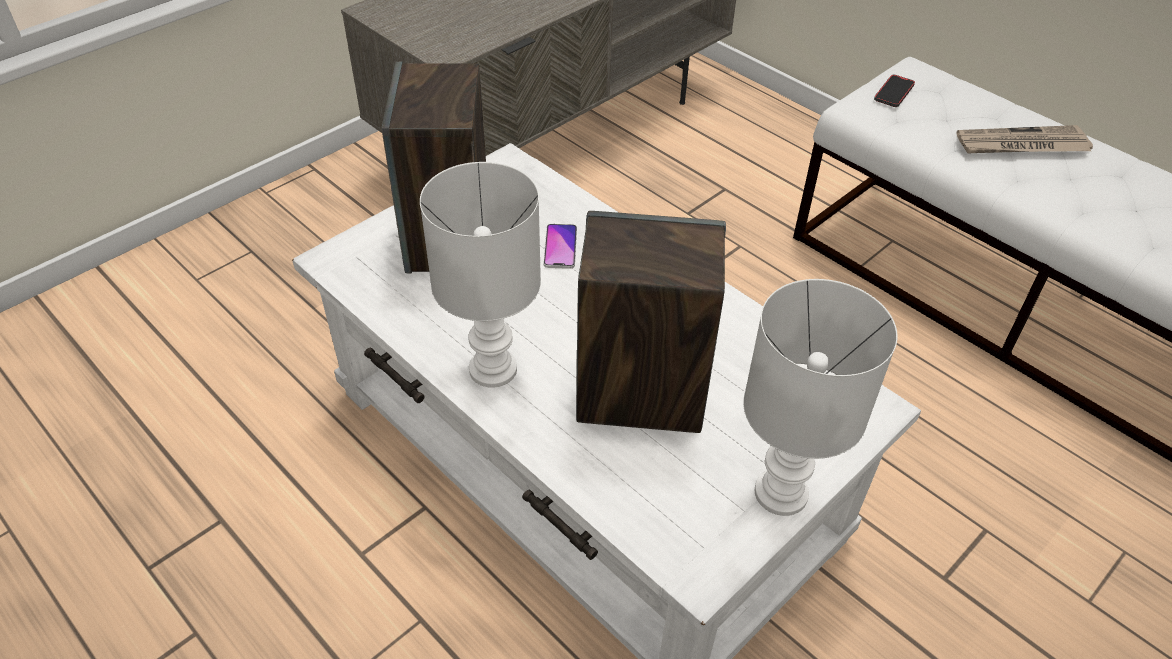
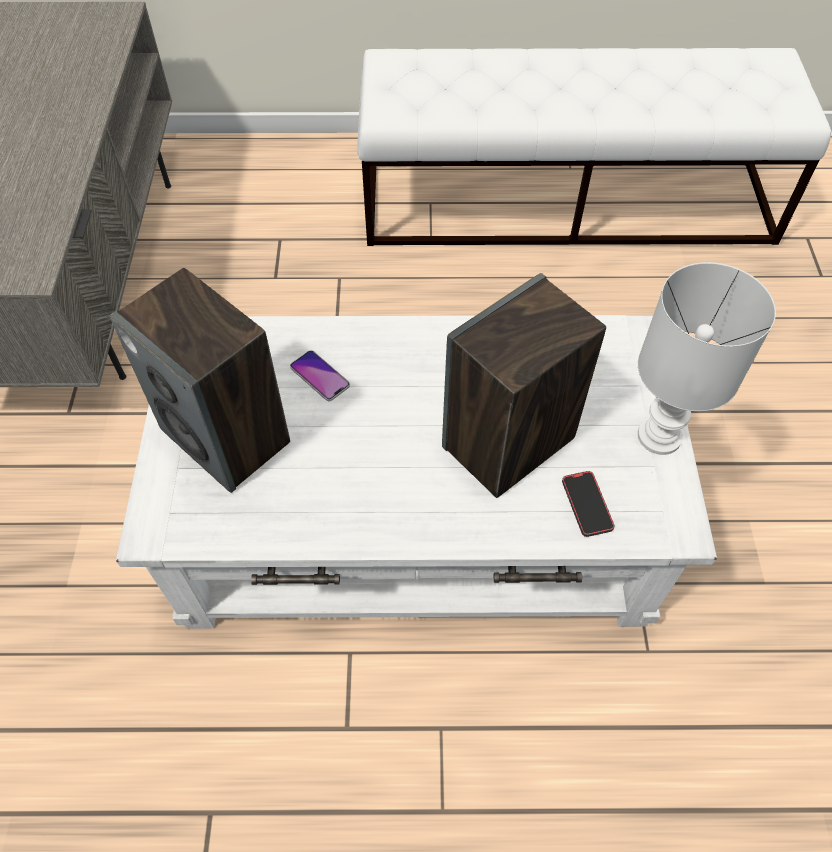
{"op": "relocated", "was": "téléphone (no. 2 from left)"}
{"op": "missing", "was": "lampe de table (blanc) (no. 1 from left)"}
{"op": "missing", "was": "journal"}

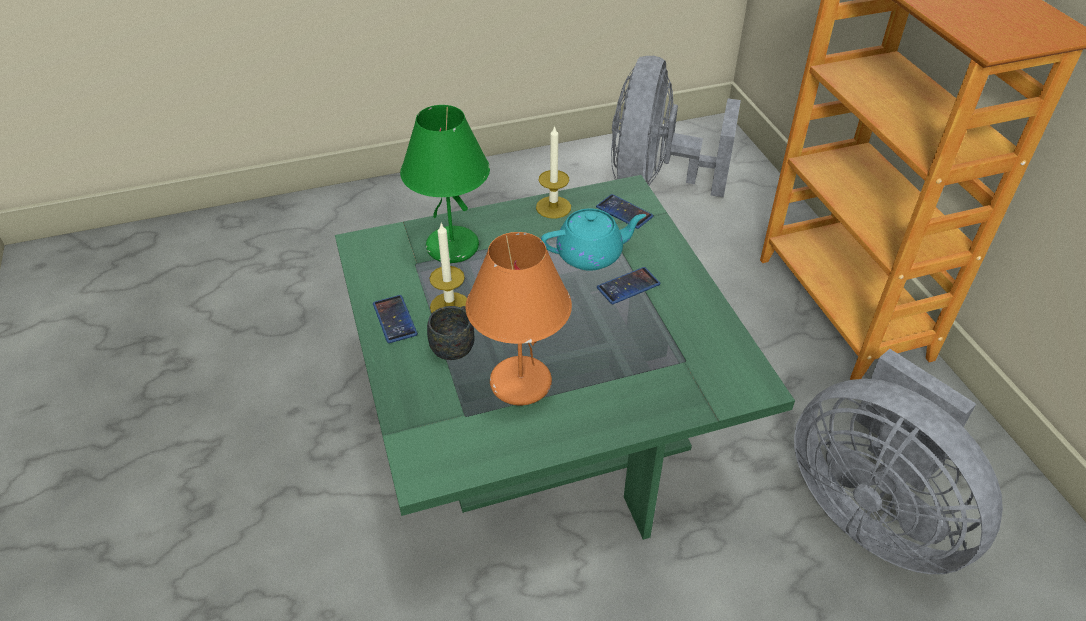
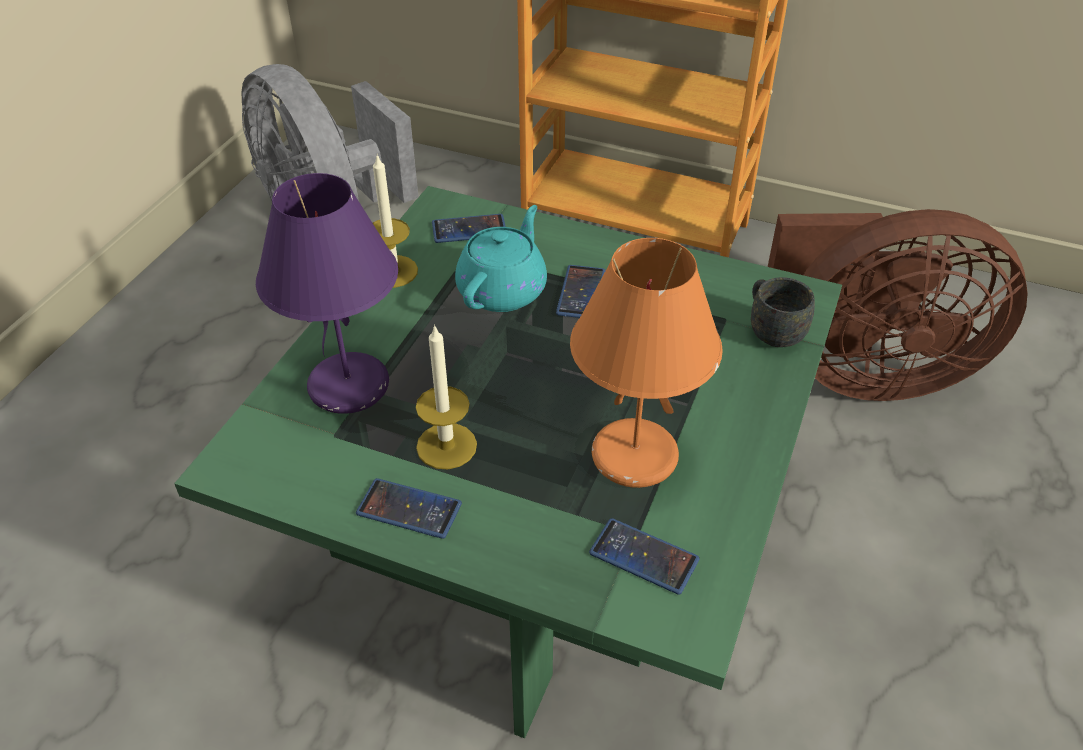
{"op": "colour", "was": "lampe de table (vert)", "now": "lampe de table (violet)"}
{"op": "appeared", "now": "téléphone (no. 4 from left)"}
{"op": "relocated", "was": "mug (gris)"}
{"op": "colour", "was": "ventilateur (gris) (no. 2 from left)", "now": "ventilateur (marron)"}

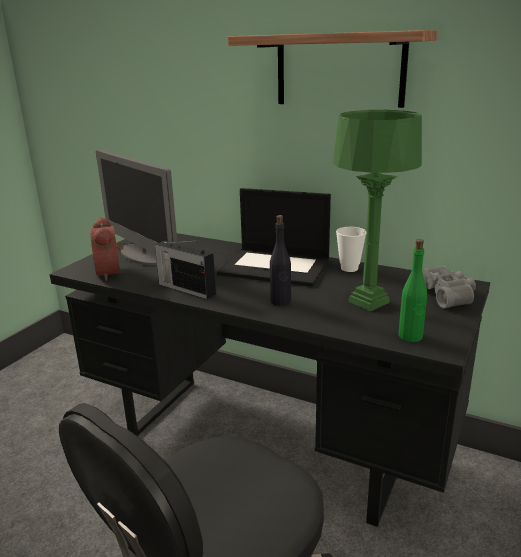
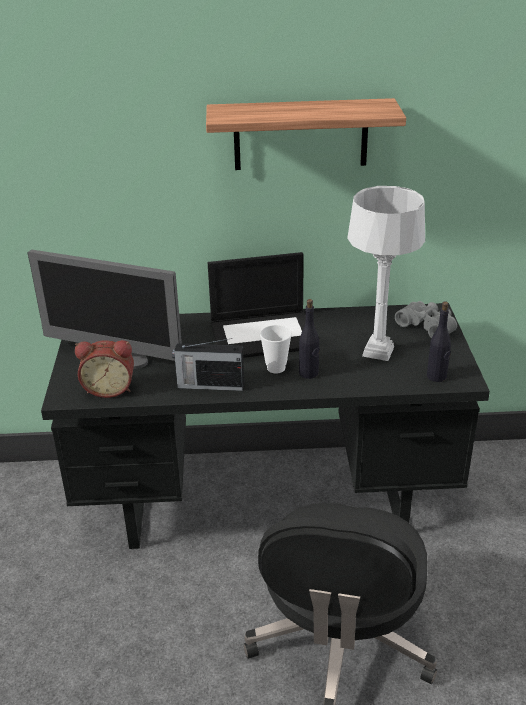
{"op": "spun", "was": "réveil", "clockwise": -45}
{"op": "relocated", "was": "tasse"}
{"op": "colour", "was": "lampe de table (vert)", "now": "lampe de table (gris)"}
{"op": "colour", "was": "bouteille (vert)", "now": "bouteille (noir) (no. 2 from left)"}

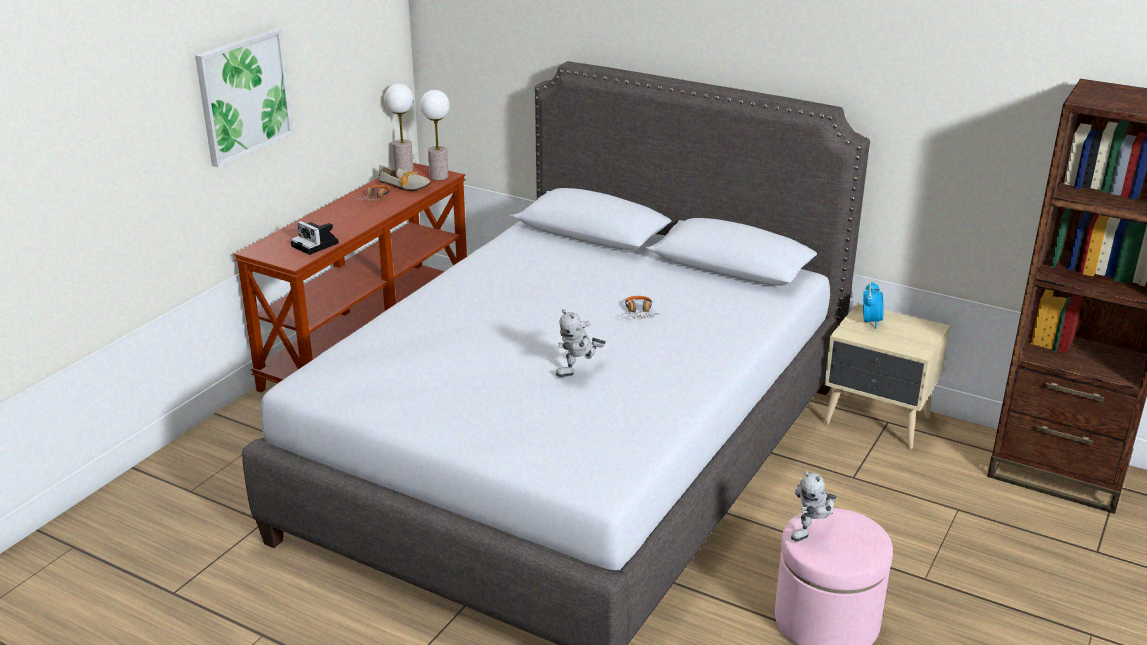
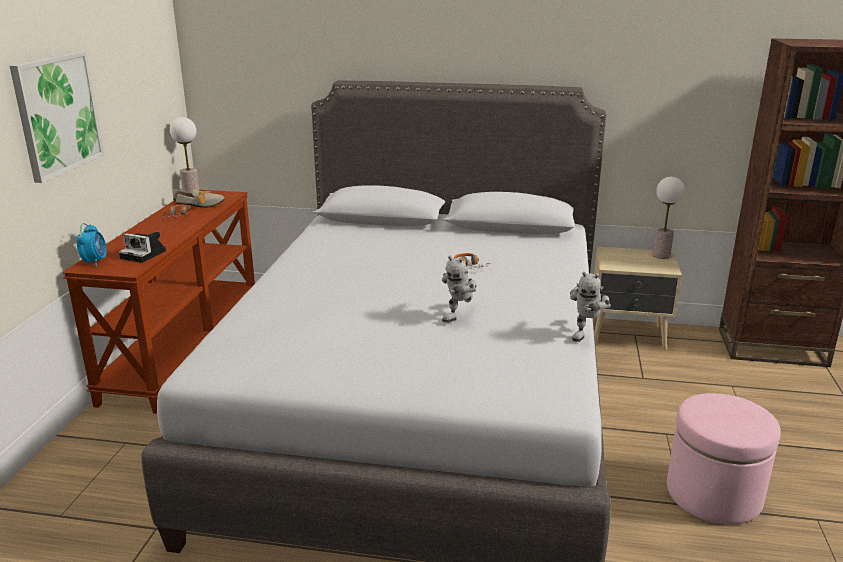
{"op": "relocated", "was": "réveil"}
{"op": "relocated", "was": "robot jouet (no. 2 from left)"}
{"op": "relocated", "was": "lampe de table (no. 2 from left)"}

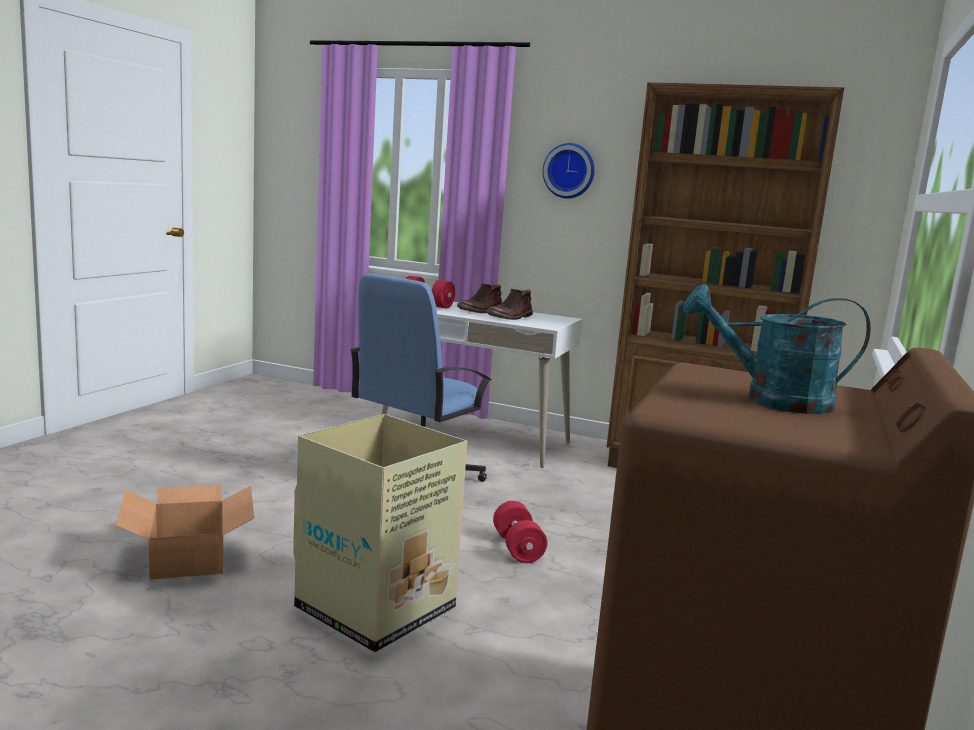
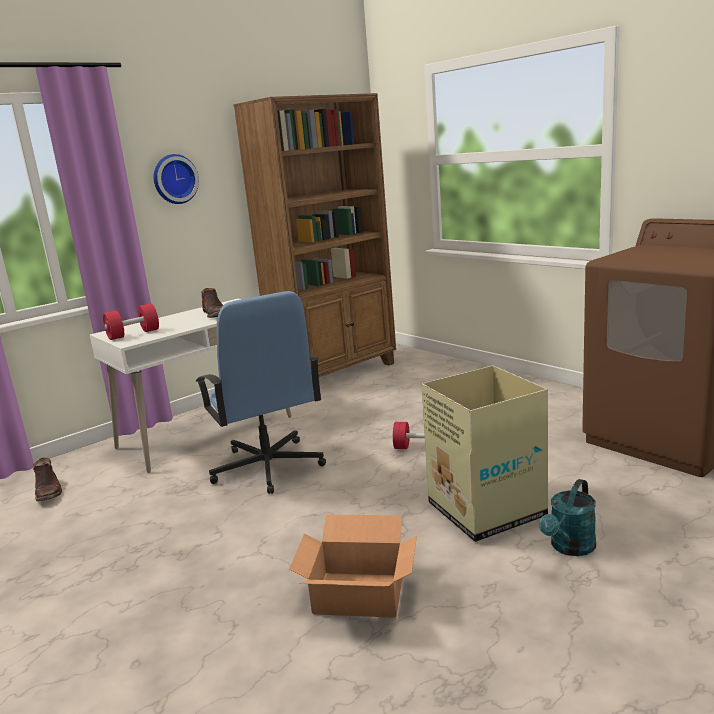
{"op": "relocated", "was": "botte (marron) (no. 1 from left)"}
{"op": "relocated", "was": "arrosoir (turquoise)"}

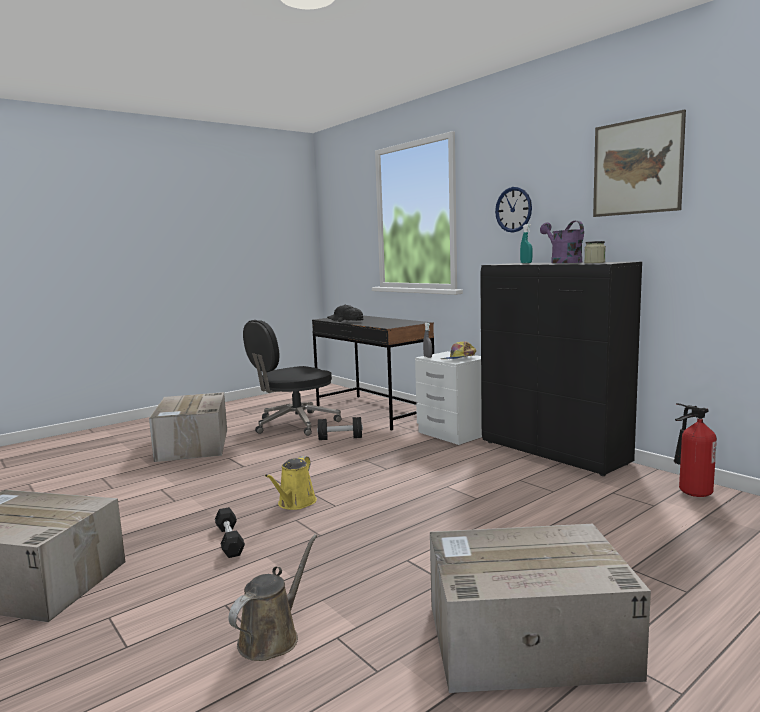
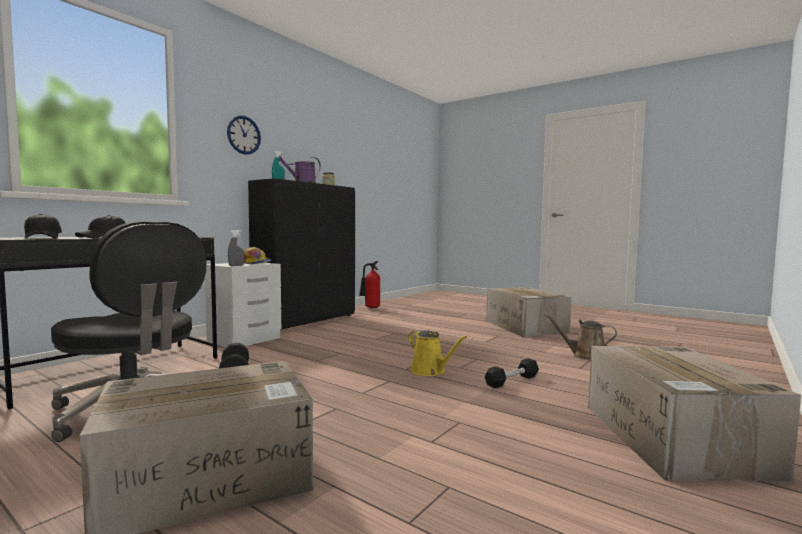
{"op": "spun", "was": "arrosoir (jaune)", "clockwise": 45}
{"op": "missing", "was": "tableau"}

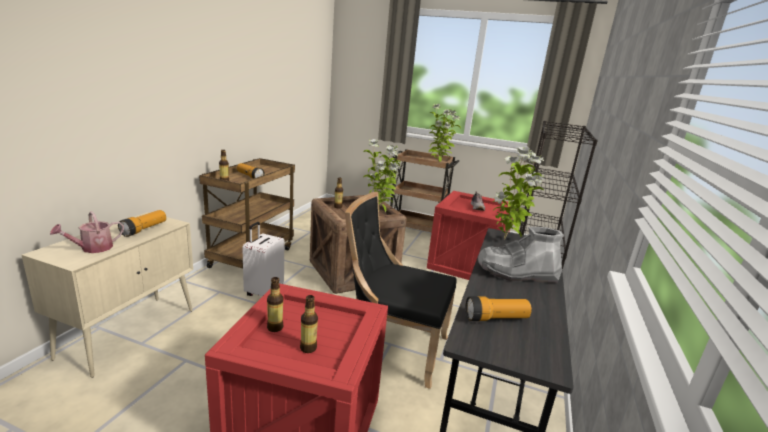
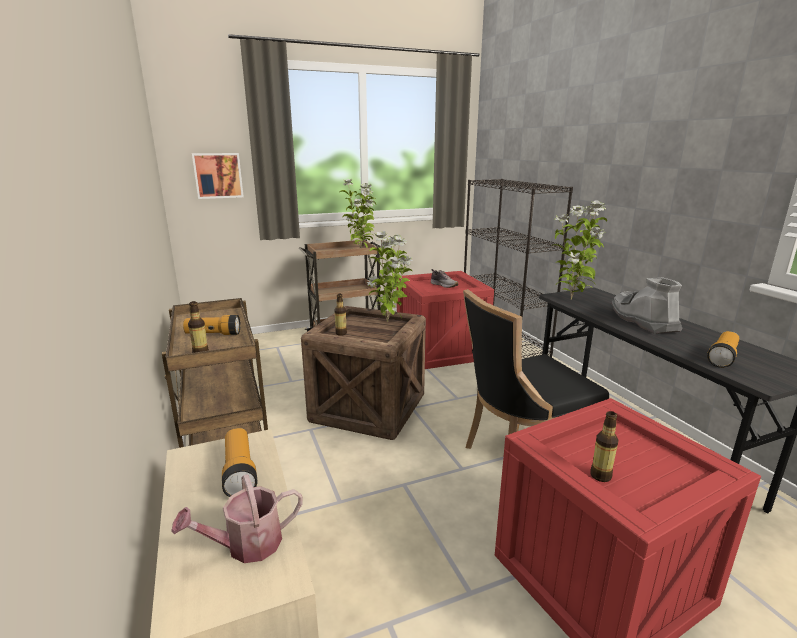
{"op": "spun", "was": "arrosoir", "clockwise": 60}
{"op": "appeared", "now": "tableau"}
{"op": "spun", "was": "botte (gris)", "clockwise": 120}
{"op": "missing", "was": "valise (blanc)"}
{"op": "missing", "was": "bouteille (no. 3 from left)"}

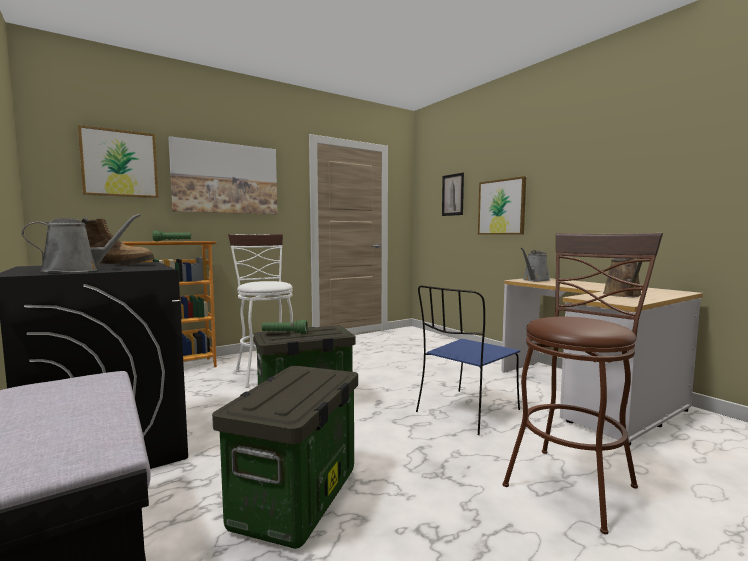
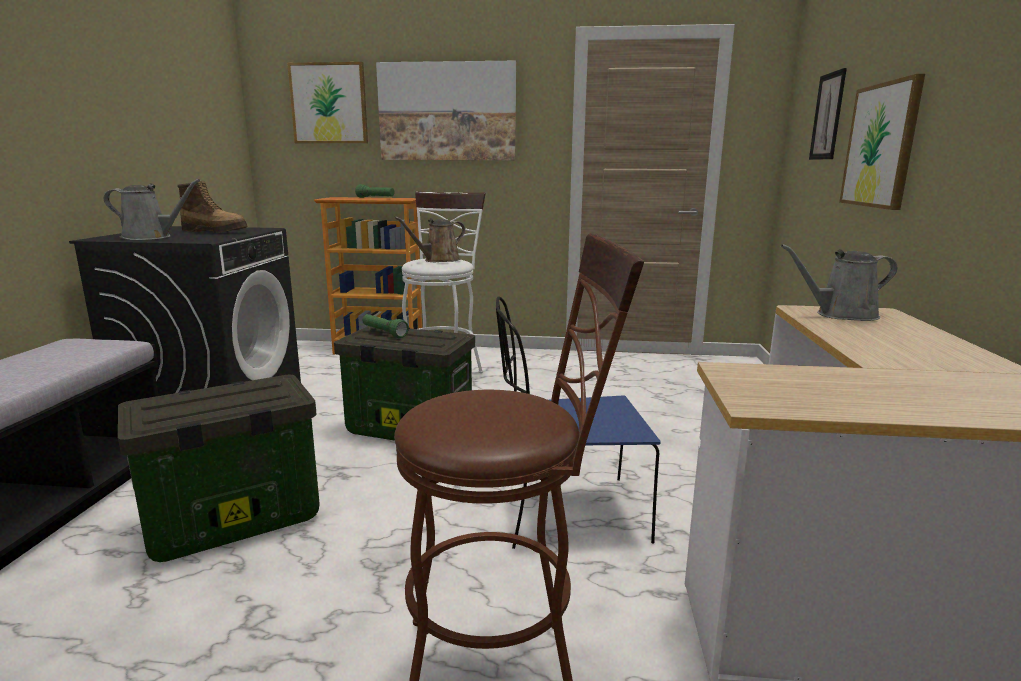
{"op": "relocated", "was": "arrosoir (marron)"}

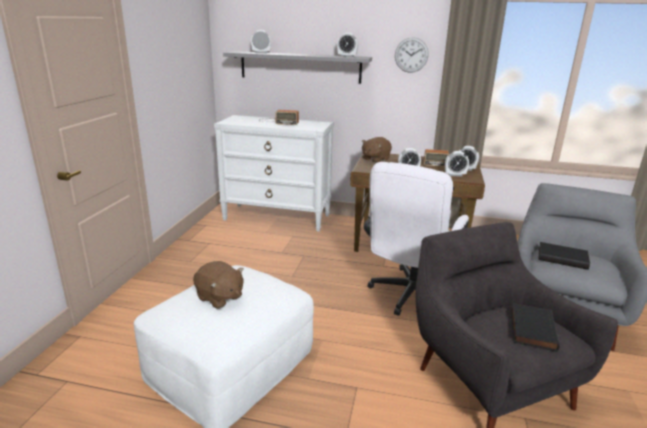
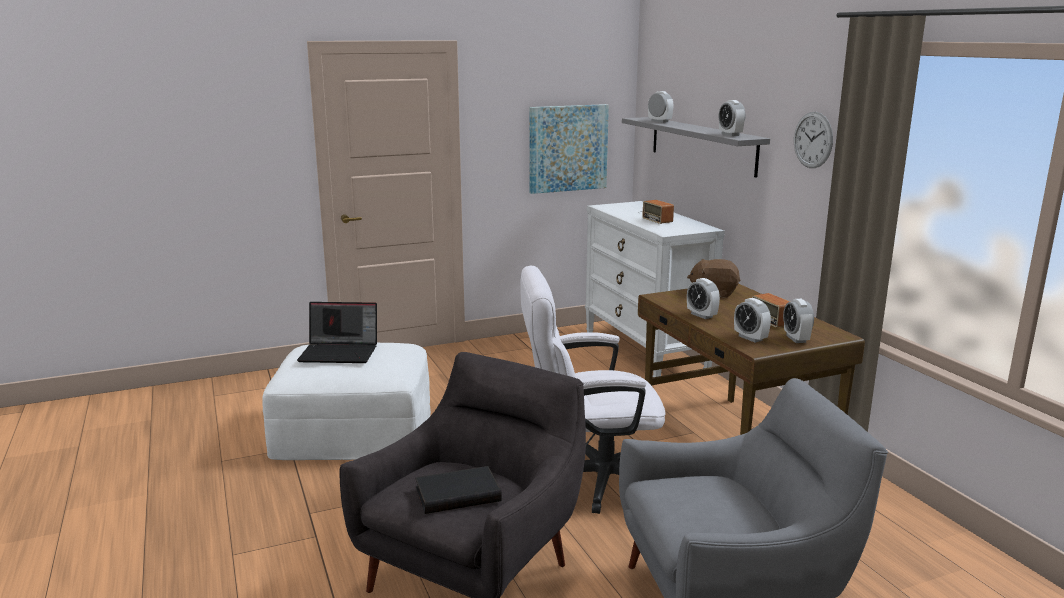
{"op": "exchanged", "was": "peluche (marron) (no. 1 from left)", "now": "ordinateur portable"}
{"op": "appeared", "now": "tableau"}
{"op": "missing", "was": "livre (noir) (no. 2 from left)"}

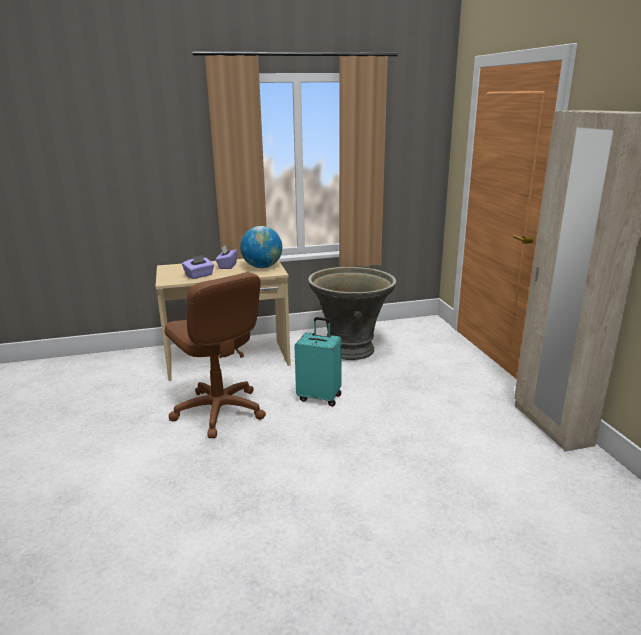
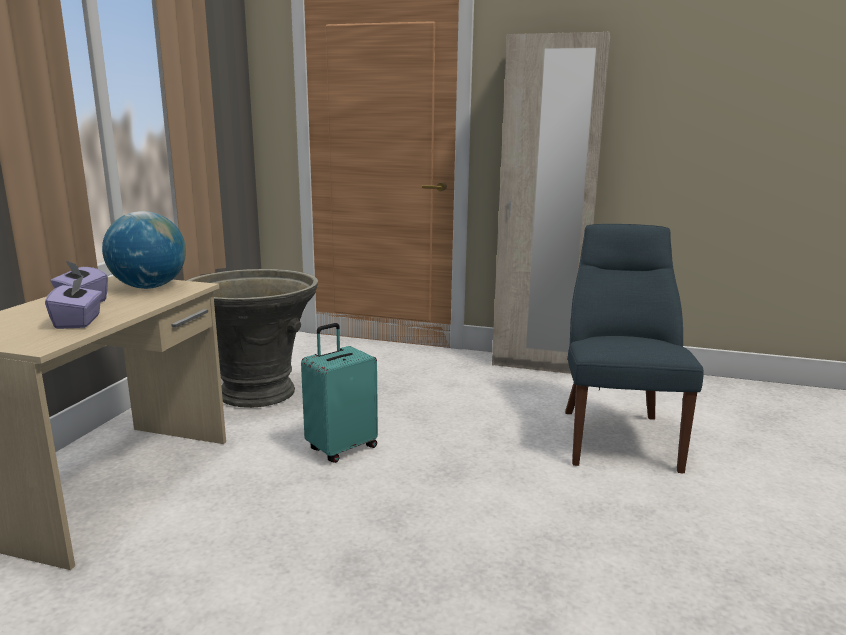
{"op": "appeared", "now": "chaise (bleu)"}
{"op": "missing", "was": "chaise de bureau (marron)"}

